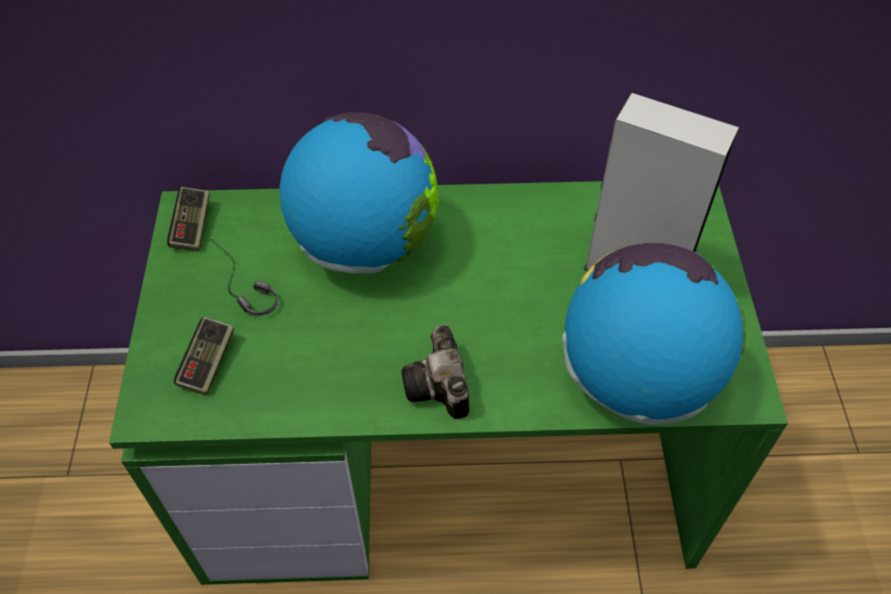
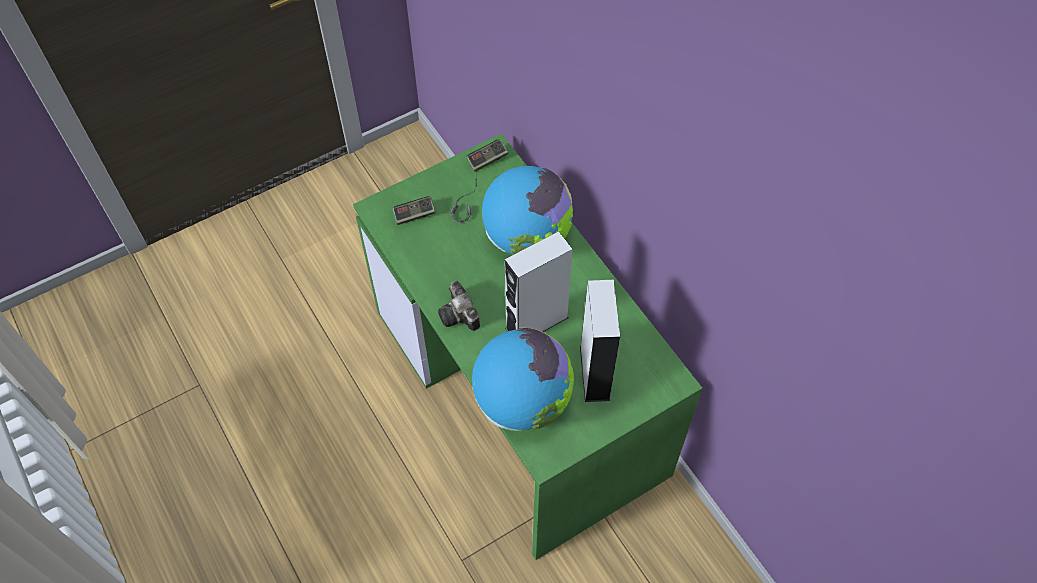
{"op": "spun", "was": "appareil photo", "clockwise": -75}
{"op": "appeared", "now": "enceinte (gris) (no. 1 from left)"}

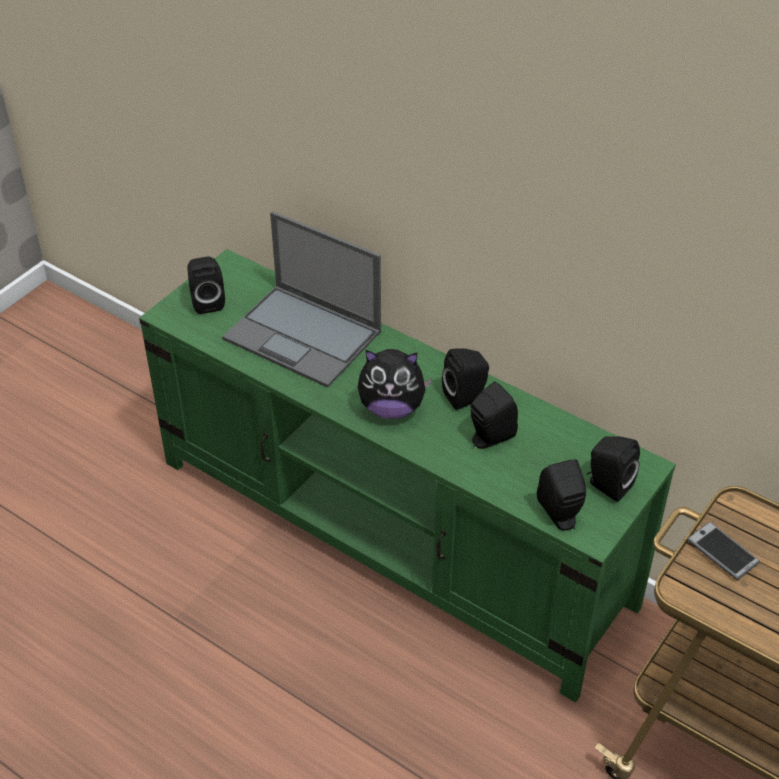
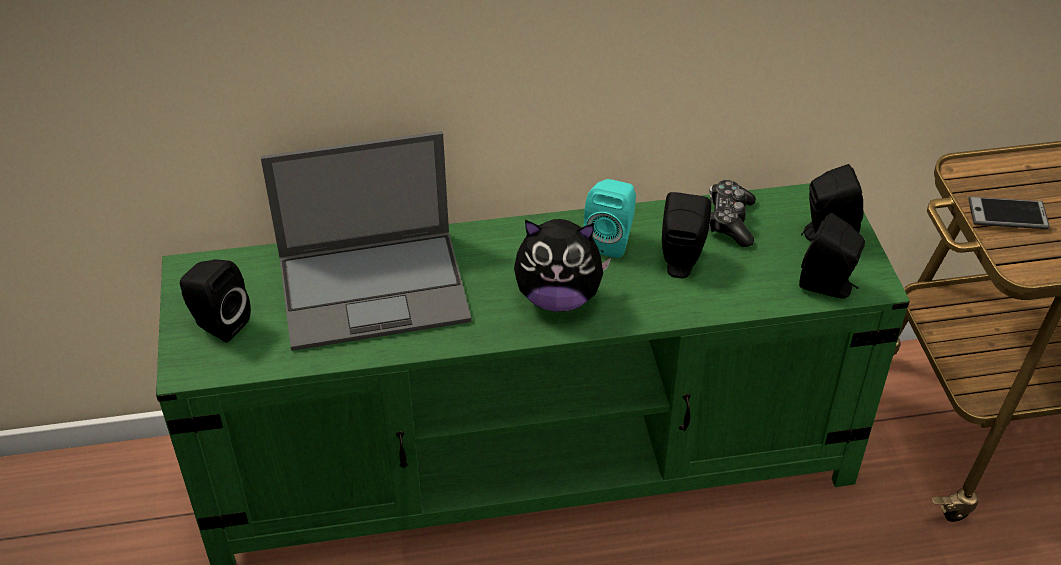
{"op": "spun", "was": "peluche", "clockwise": 45}
{"op": "colour", "was": "enceinte (noir) (no. 2 from left)", "now": "enceinte (turquoise)"}
{"op": "appeared", "now": "manette"}

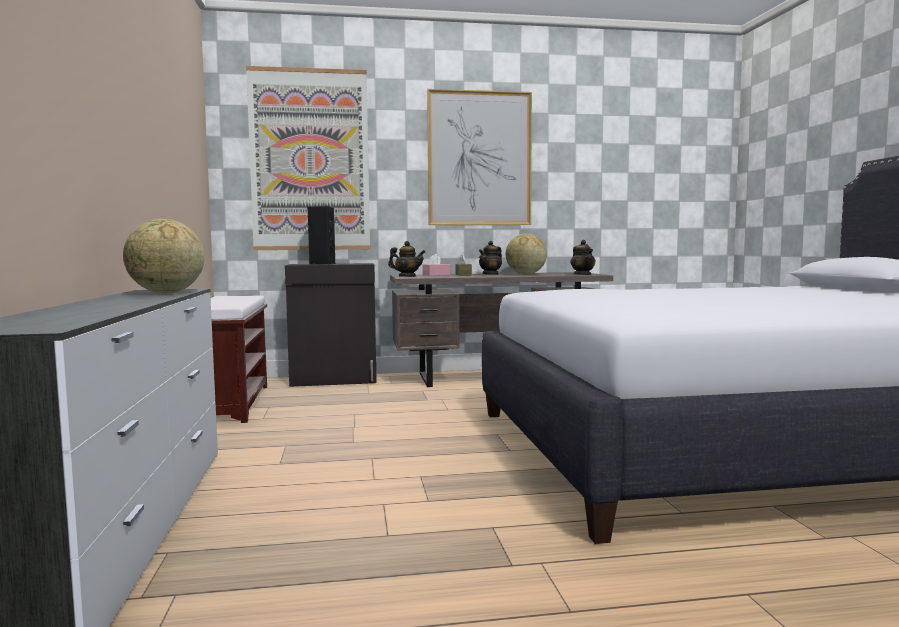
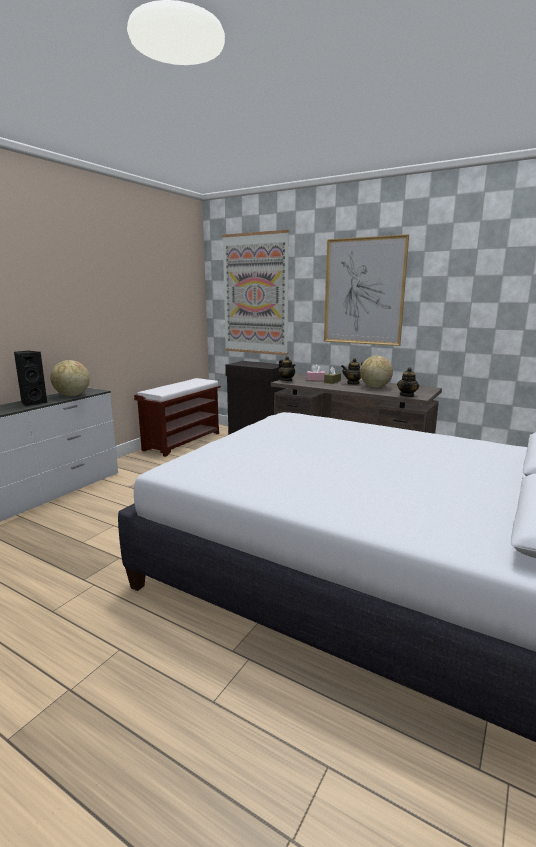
{"op": "relocated", "was": "enceinte (noir)"}

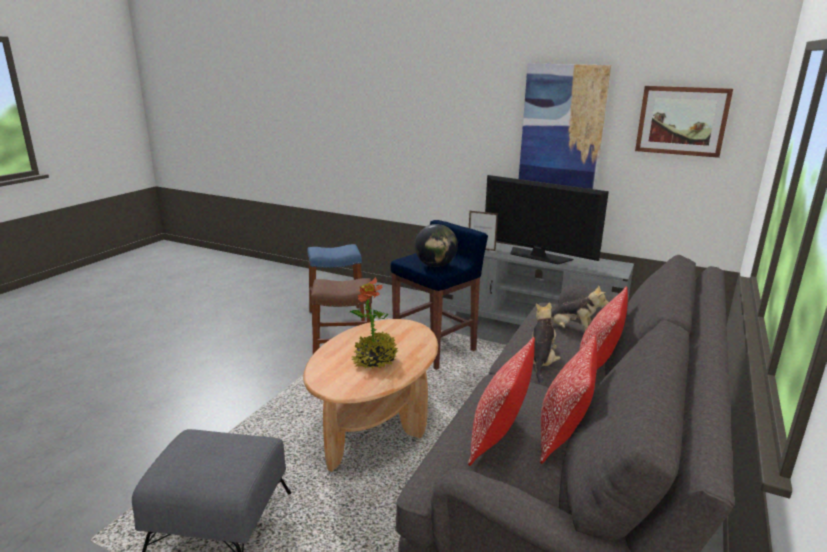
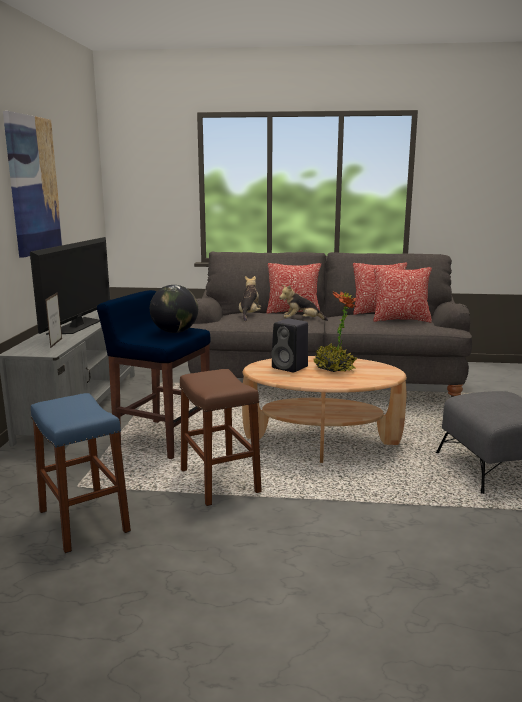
{"op": "appeared", "now": "enceinte (noir)"}
{"op": "missing", "was": "tableau (no. 2 from left)"}

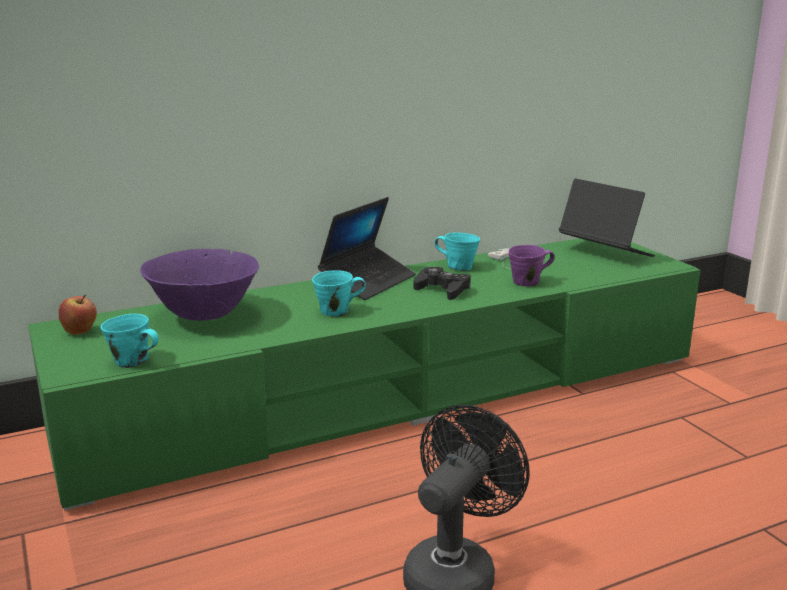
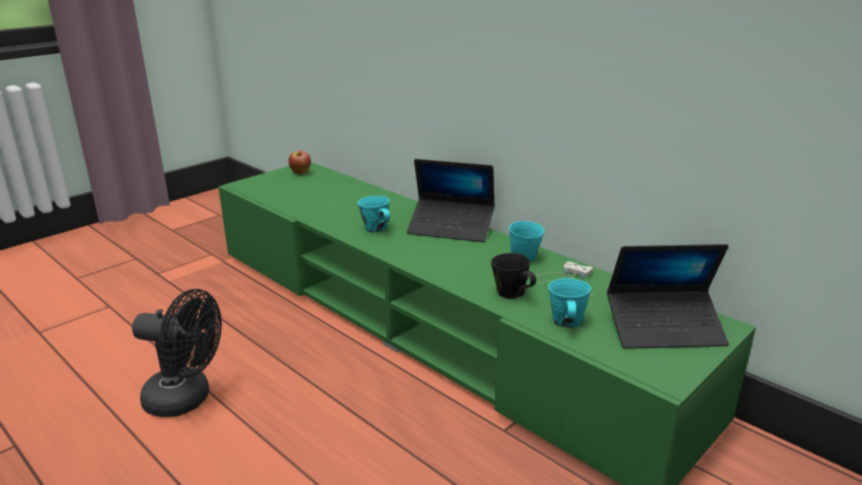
{"op": "colour", "was": "mug (violet)", "now": "mug (noir)"}
{"op": "relocated", "was": "mug (turquoise) (no. 1 from left in the first image)", "now": "mug (turquoise) (no. 3 from left)"}
{"op": "spun", "was": "ordinateur portable (no. 2 from left)", "clockwise": 60}
{"op": "missing", "was": "bol (violet)"}
{"op": "missing", "was": "manette (noir)"}

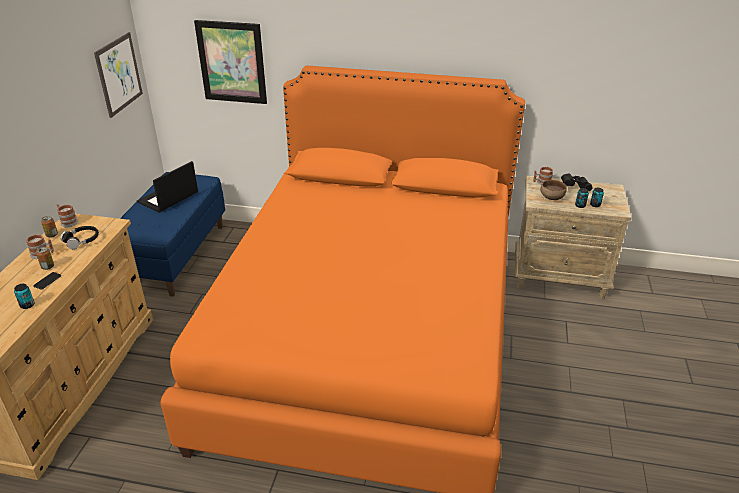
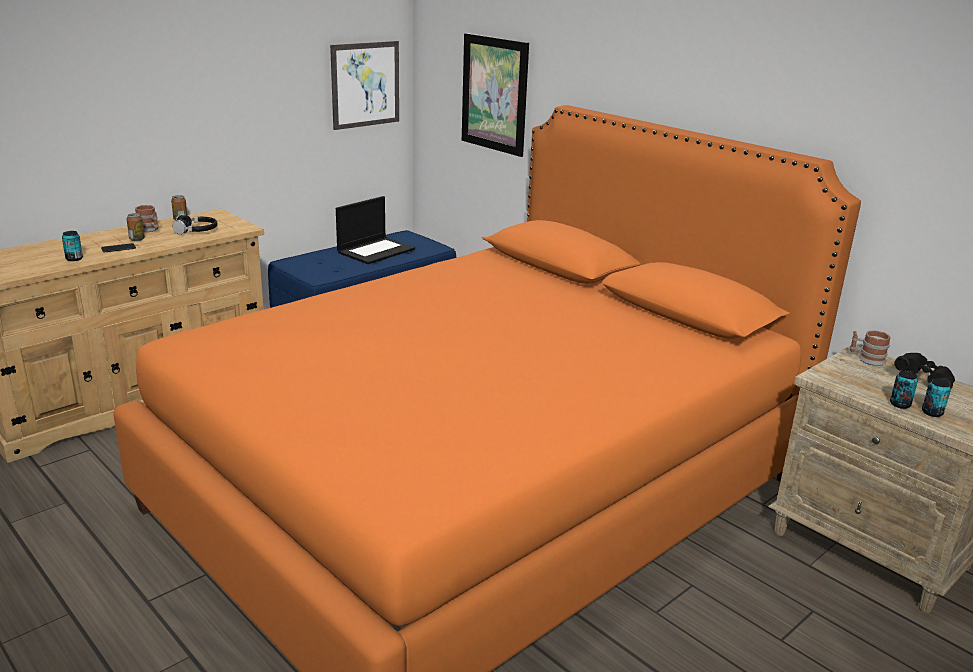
{"op": "spun", "was": "ordinateur portable", "clockwise": 150}
{"op": "missing", "was": "mug (no. 2 from left)"}
{"op": "missing", "was": "bol (marron)"}

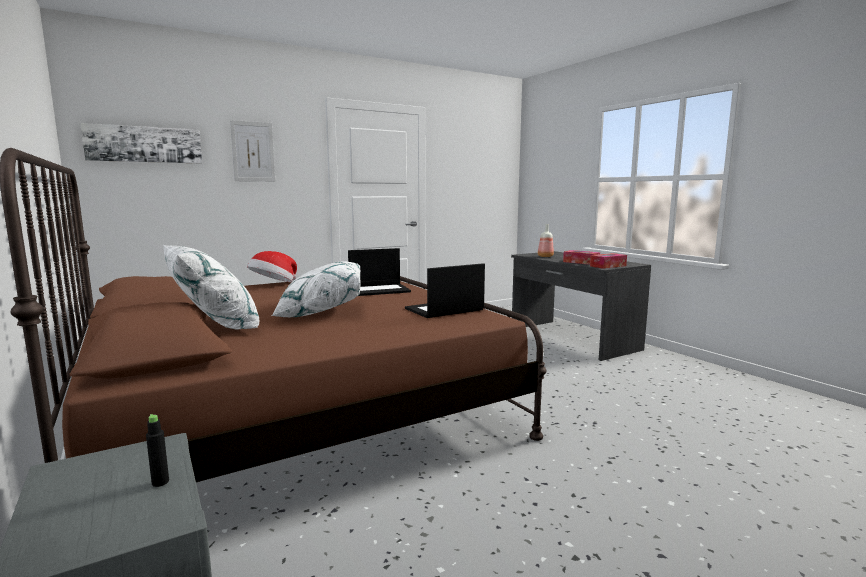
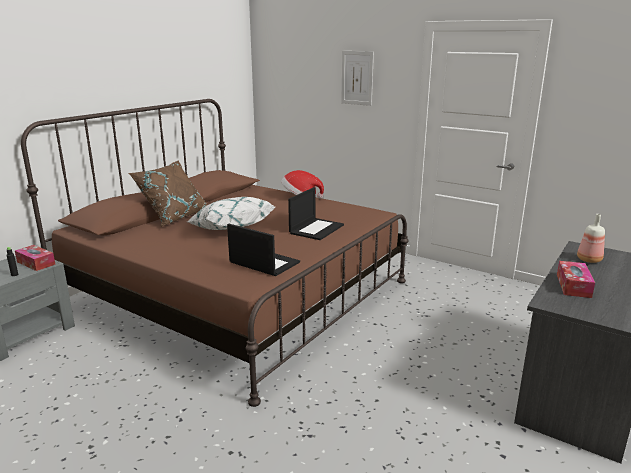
{"op": "relocated", "was": "boîte à mouchoirs (no. 2 from left in the first image)", "now": "boîte à mouchoirs (no. 1 from left)"}
{"op": "colour", "was": "coussin (blanc) (no. 1 from left)", "now": "coussin (marron)"}
{"op": "spun", "was": "ordinateur portable (no. 1 from left in the first image)", "clockwise": -105}
{"op": "missing", "was": "tableau (no. 1 from left)"}

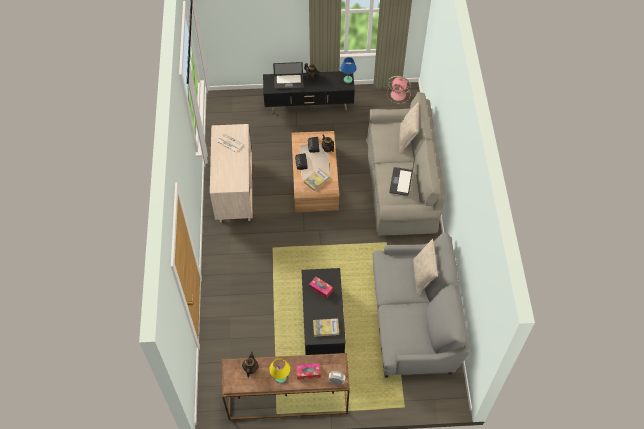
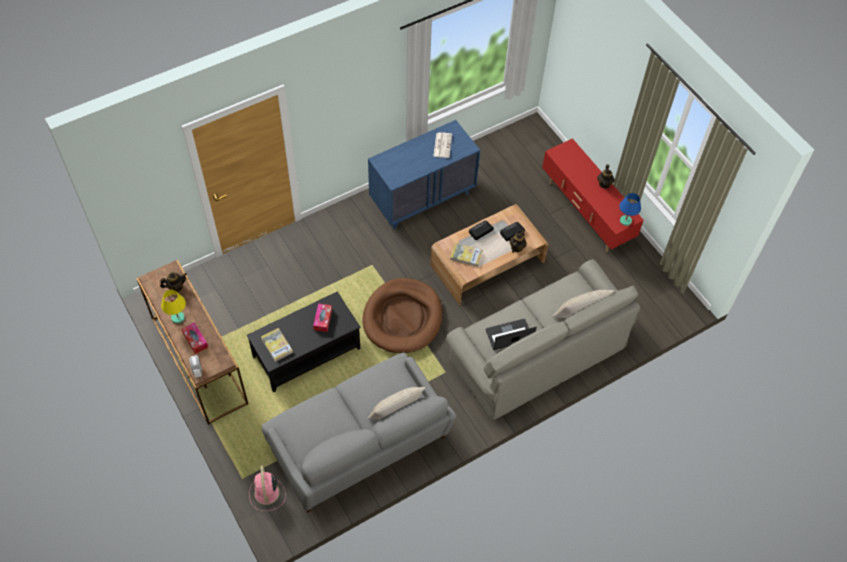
{"op": "relocated", "was": "ventilateur (rose)"}
{"op": "appeared", "now": "panier pour chien (marron)"}
{"op": "colour", "was": "commode (beige)", "now": "commode (bleu)"}
{"op": "colour", "was": "meuble télé (noir)", "now": "meuble télé (rouge)"}
{"op": "missing", "was": "ordinateur portable (no. 1 from left)"}

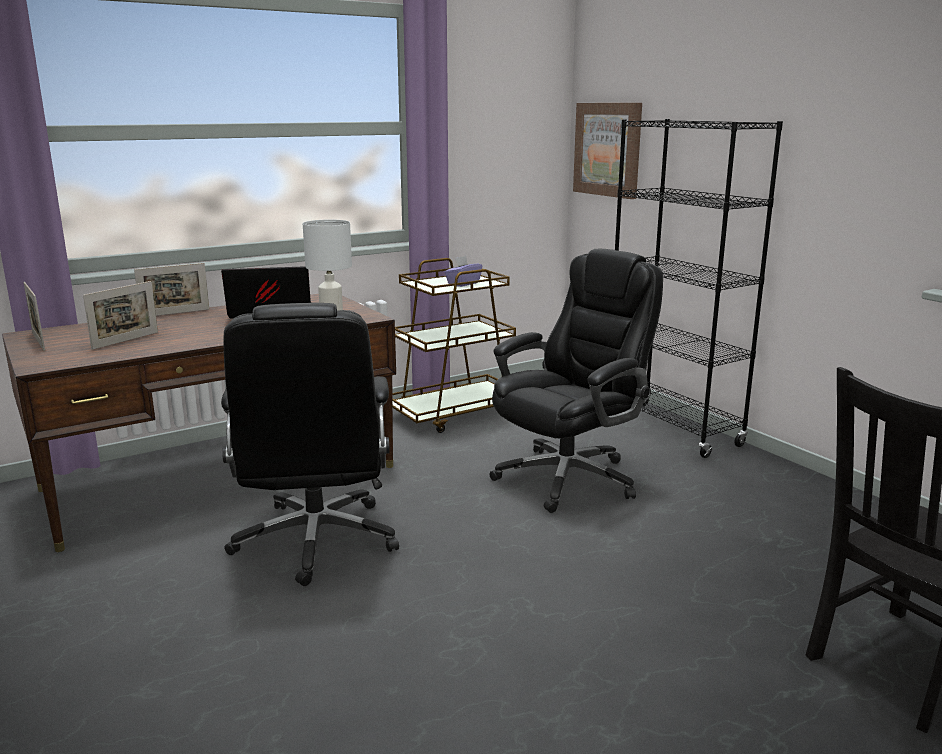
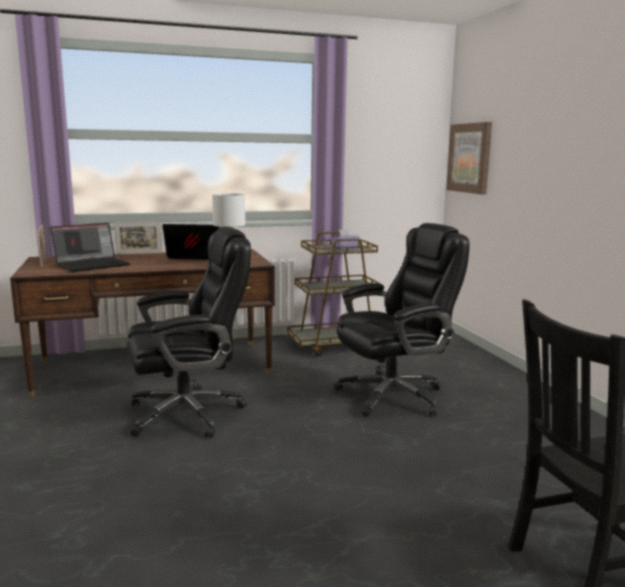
{"op": "exchanged", "was": "cadre photo (no. 2 from left)", "now": "ordinateur portable (no. 1 from left)"}
{"op": "spun", "was": "chaise de bureau (noir) (no. 1 from left)", "clockwise": -120}
{"op": "missing", "was": "bibliothèque (noir)"}

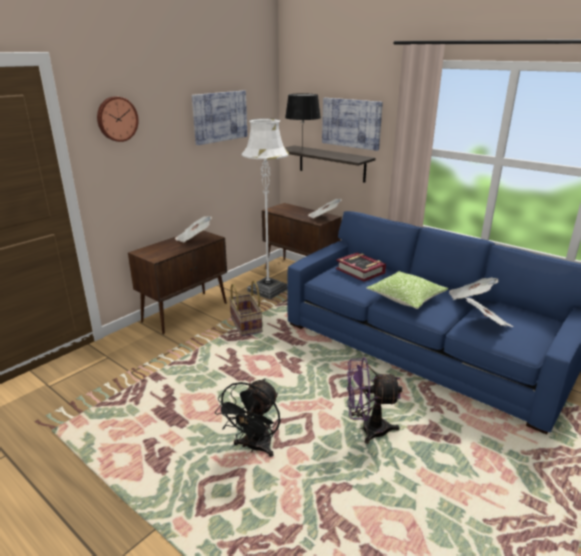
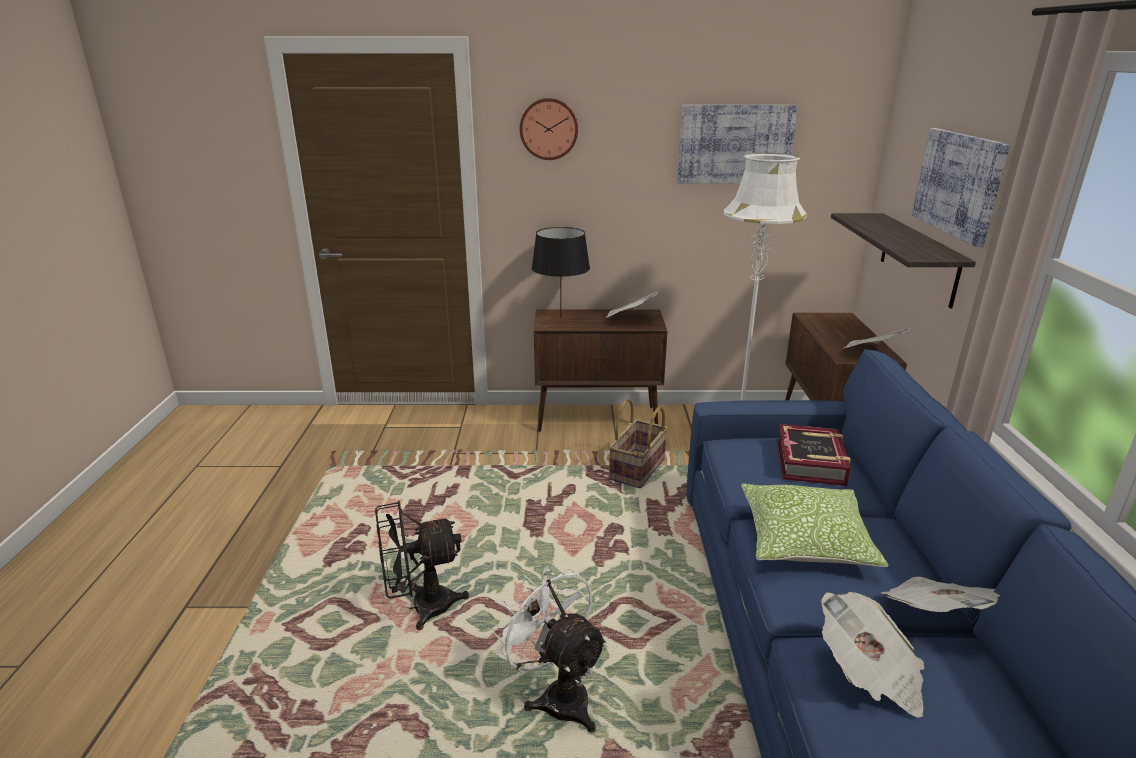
{"op": "colour", "was": "ventilateur (violet)", "now": "ventilateur (blanc)"}
{"op": "relocated", "was": "lampe de table (noir)"}

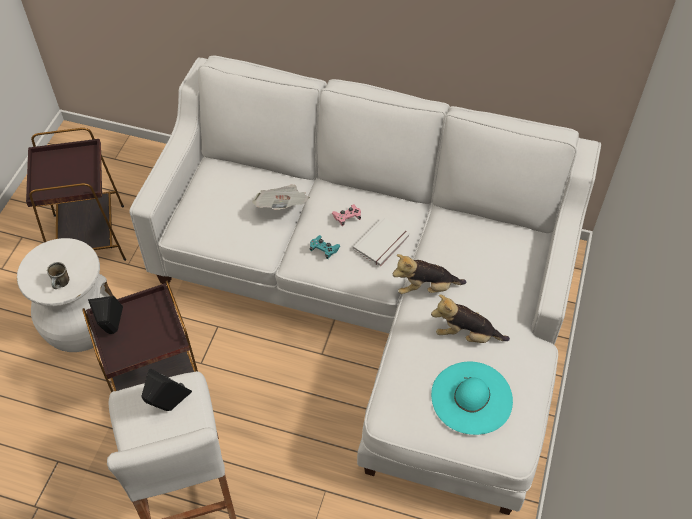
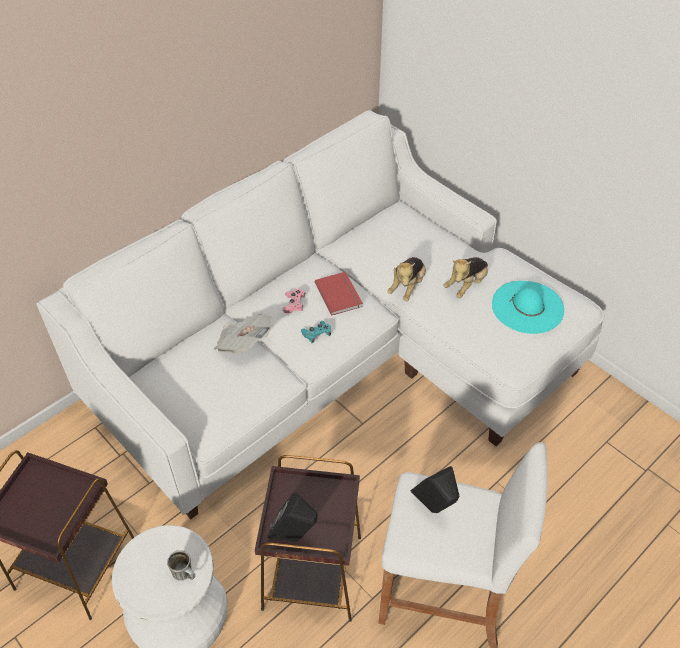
{"op": "colour", "was": "livre (blanc)", "now": "livre (rouge)"}

